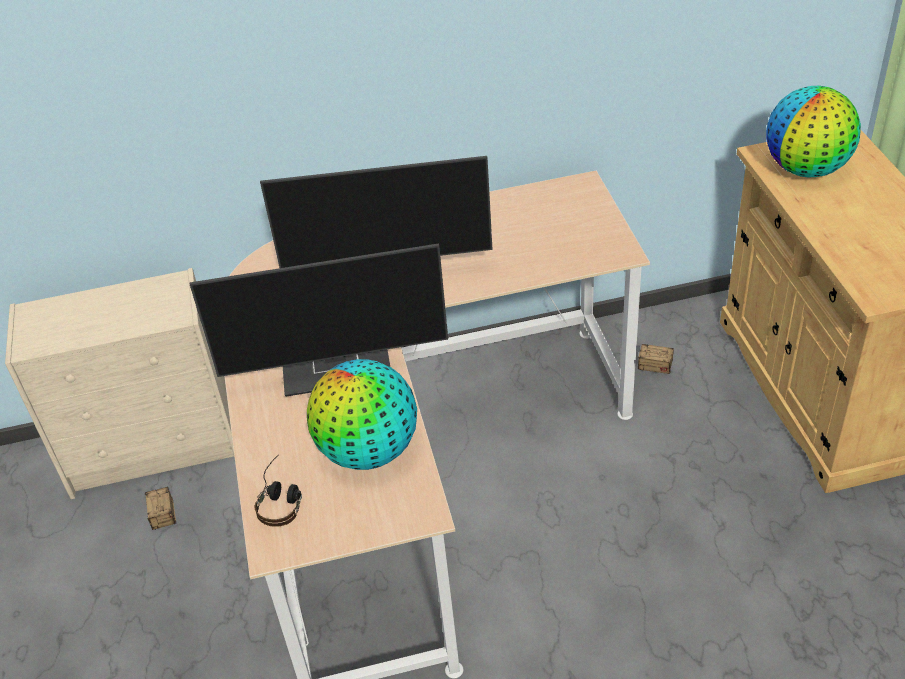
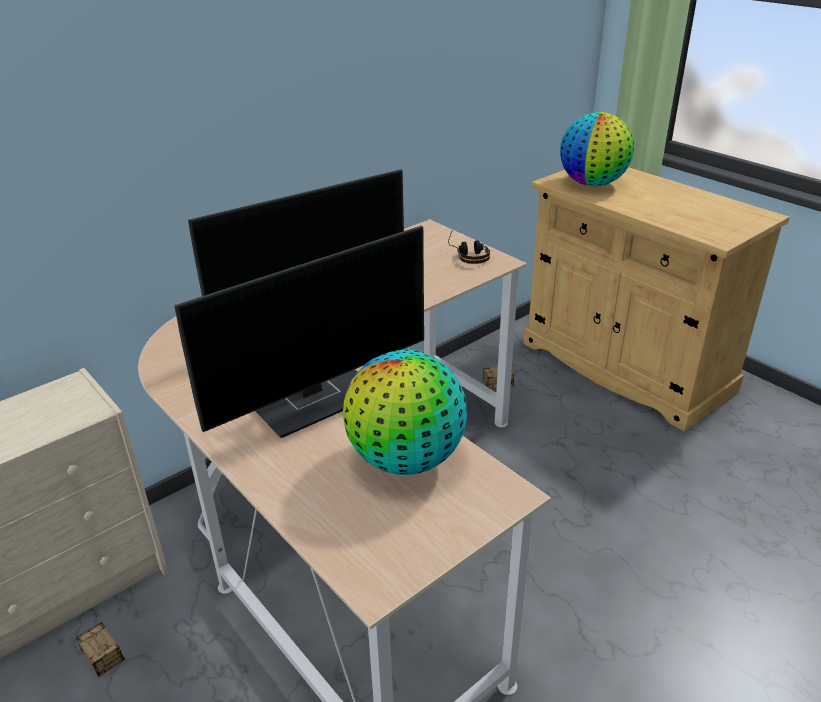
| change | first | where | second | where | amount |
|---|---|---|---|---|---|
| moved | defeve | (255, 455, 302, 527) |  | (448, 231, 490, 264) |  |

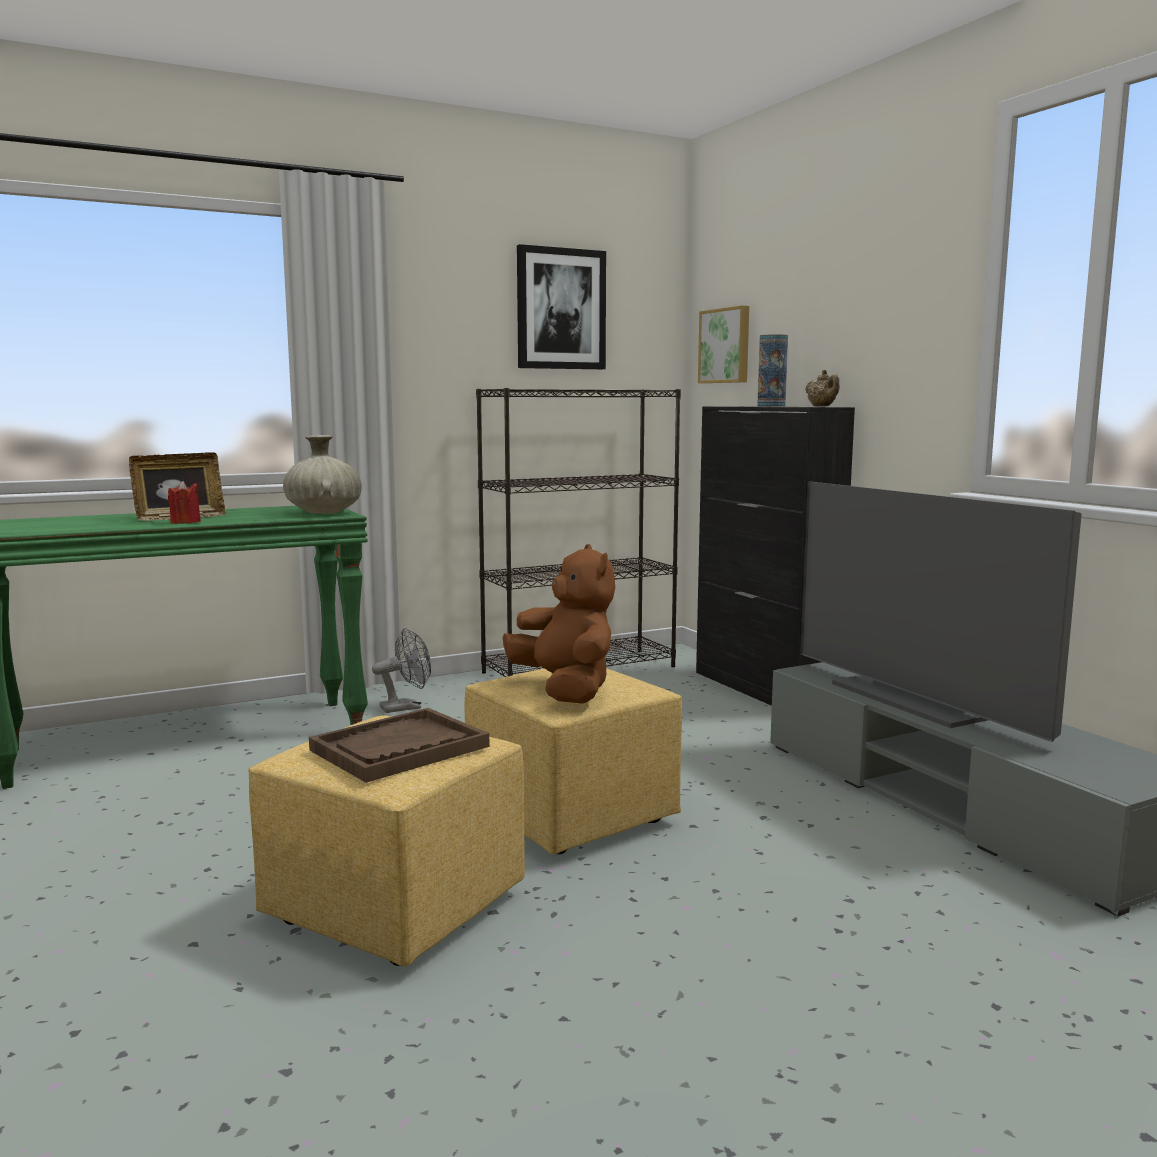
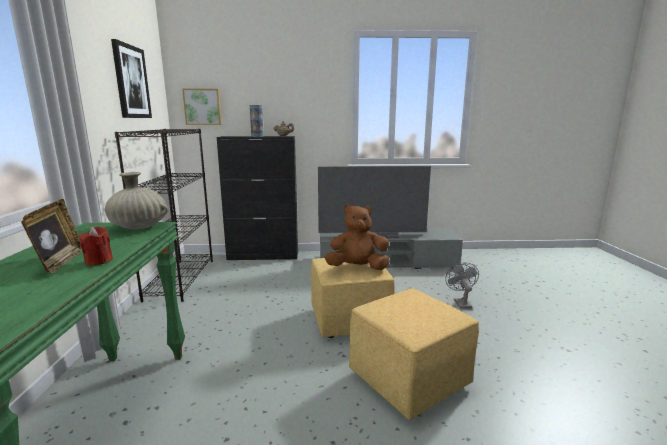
| change | first | where | second | where | amount |
|---|---|---|---|---|---|
| removed | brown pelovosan | (309, 708, 490, 783) |  |  |  |
| moved | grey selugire | (372, 628, 431, 713) |  | (445, 263, 479, 309) |  |

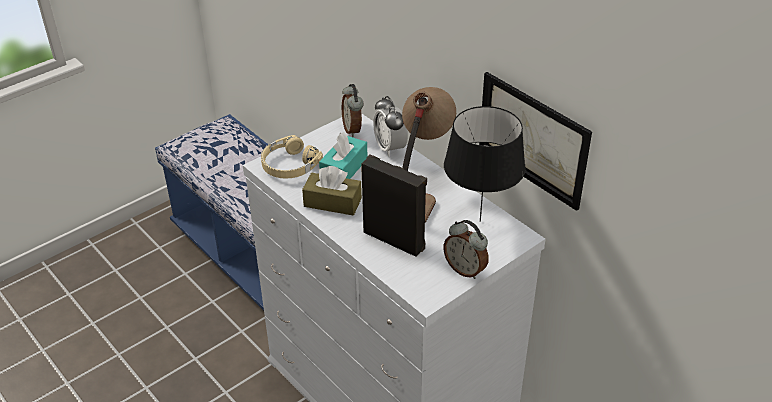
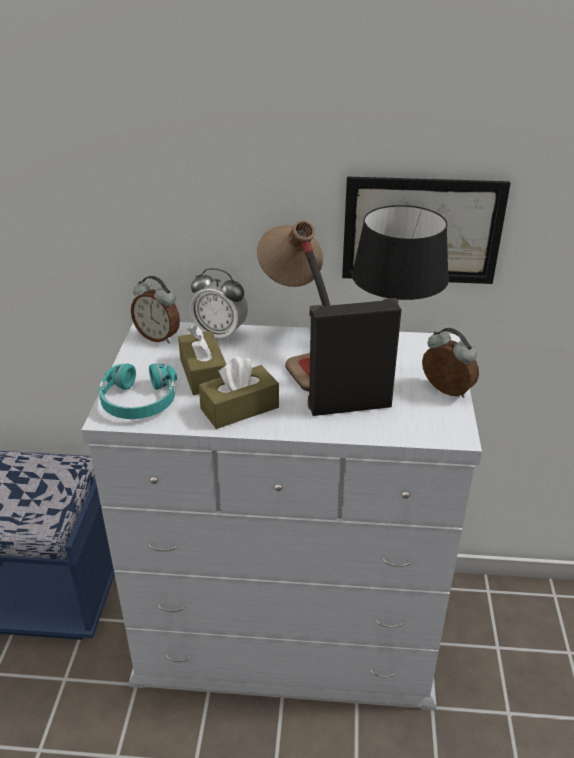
| change | first | where | second | where | amount |
|---|---|---|---|---|---|
| recoloured | beige defeve | (261, 135, 323, 179) | turquoise defeve | (99, 363, 177, 419) |  |
| recoloured | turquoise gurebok | (319, 132, 367, 179) | brown gurebok | (178, 325, 226, 395) |  |
| turned | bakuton | (443, 220, 489, 279) |  | (422, 328, 479, 398) | 135 degrees counterclockwise |

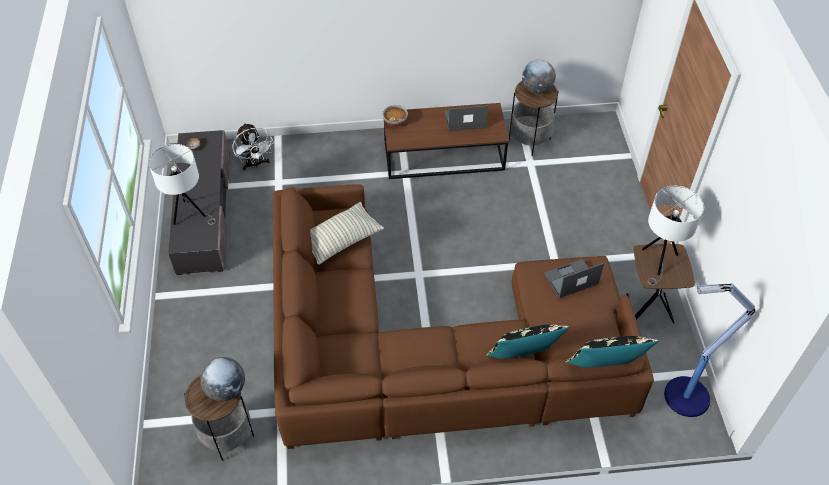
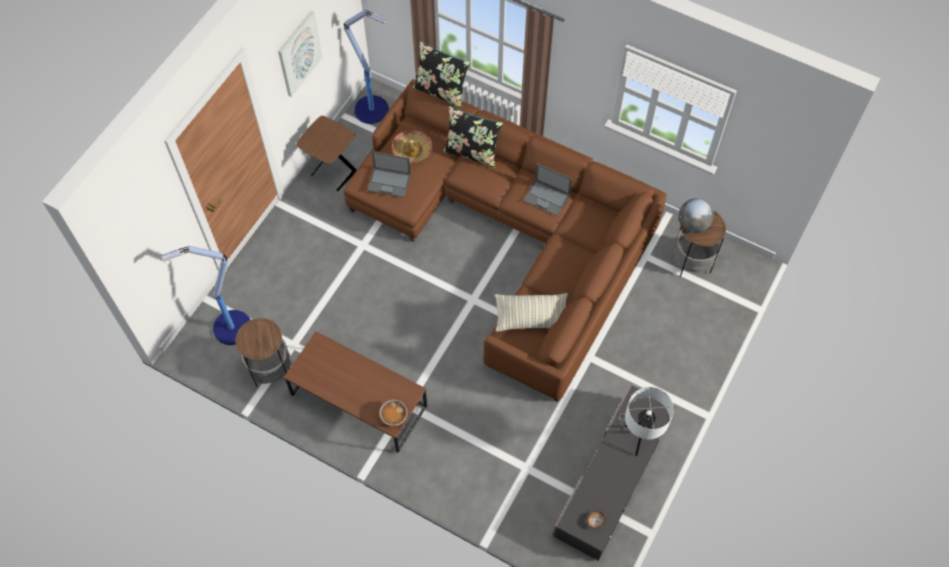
| change | first | where | second | where | amount |
|---|---|---|---|---|---|
| removed | white selugire | (232, 123, 274, 170) |  |  |  |
| moved | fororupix | (444, 105, 488, 131) |  | (523, 163, 572, 216) |  |
| removed | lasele | (522, 60, 556, 94) |  |  |  |
| removed | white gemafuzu | (642, 186, 704, 285) |  |  |  |
| added |  |  | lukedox | (161, 246, 250, 345) |  |
| added |  |  | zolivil | (278, 11, 323, 97) |  |
| added |  |  | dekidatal | (392, 130, 432, 164) |  |

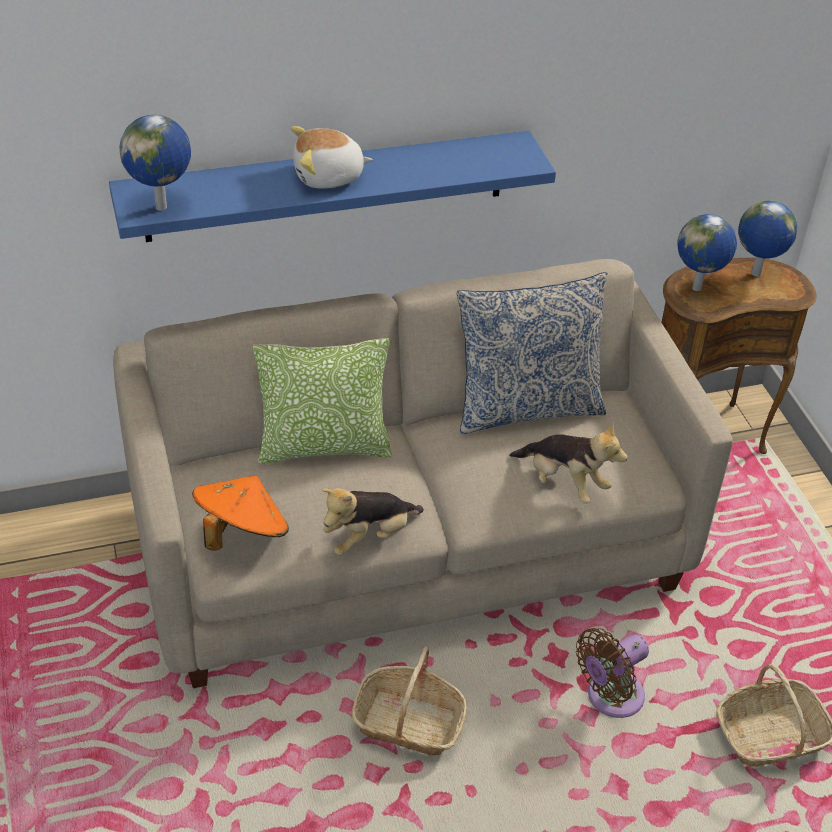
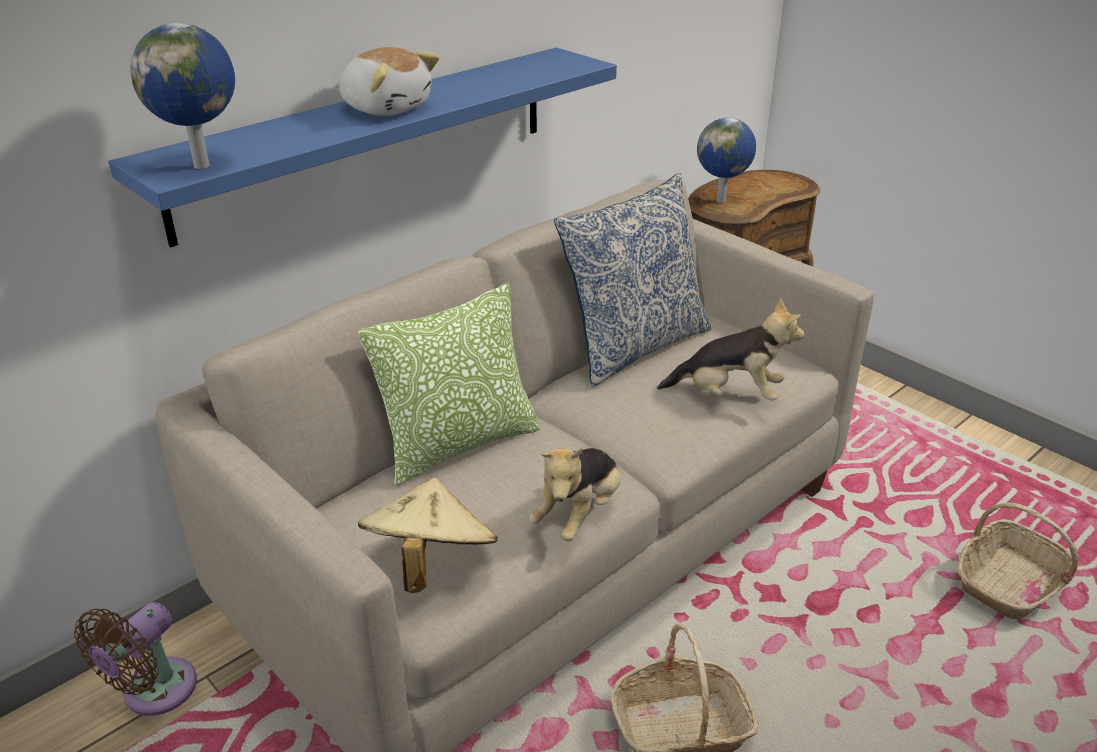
| change | first | where | second | where | amount |
|---|---|---|---|---|---|
| recoloured | orange dekidatal | (192, 476, 289, 551) | beige dekidatal | (358, 477, 498, 593) |  |
| turned | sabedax | (291, 126, 373, 189) |  | (339, 47, 440, 116) | 105 degrees counterclockwise |
| moved | brown selugire | (576, 628, 649, 718) |  | (74, 602, 197, 716) |  |
| removed | lasele | (738, 201, 797, 277) |  |  |  |

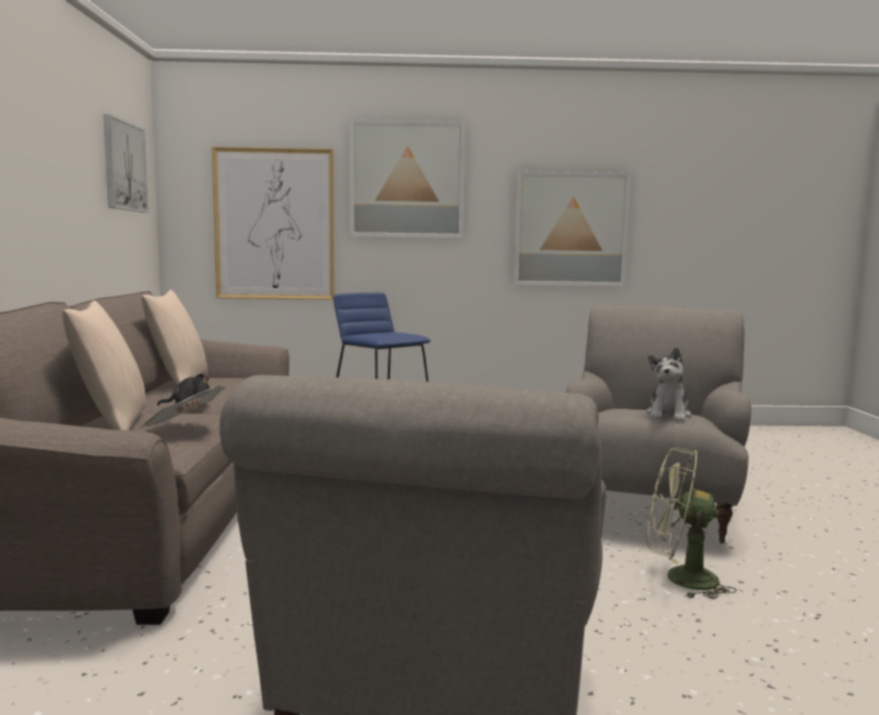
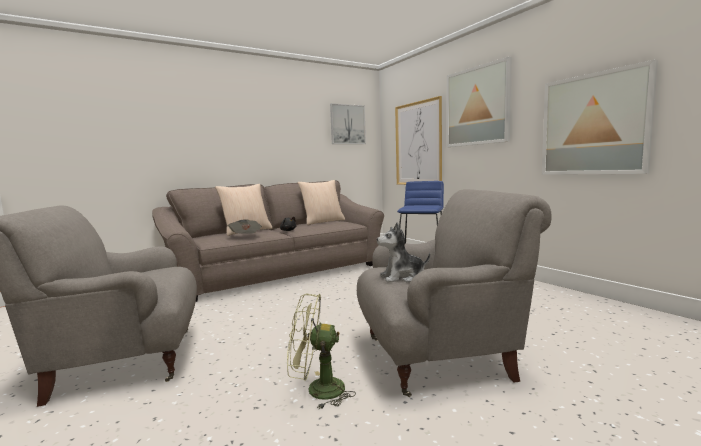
| change | first | where | second | where | amount |
|---|---|---|---|---|---|
| turned | green selugire | (647, 447, 737, 599) |  | (287, 293, 356, 409) | 75 degrees counterclockwise |

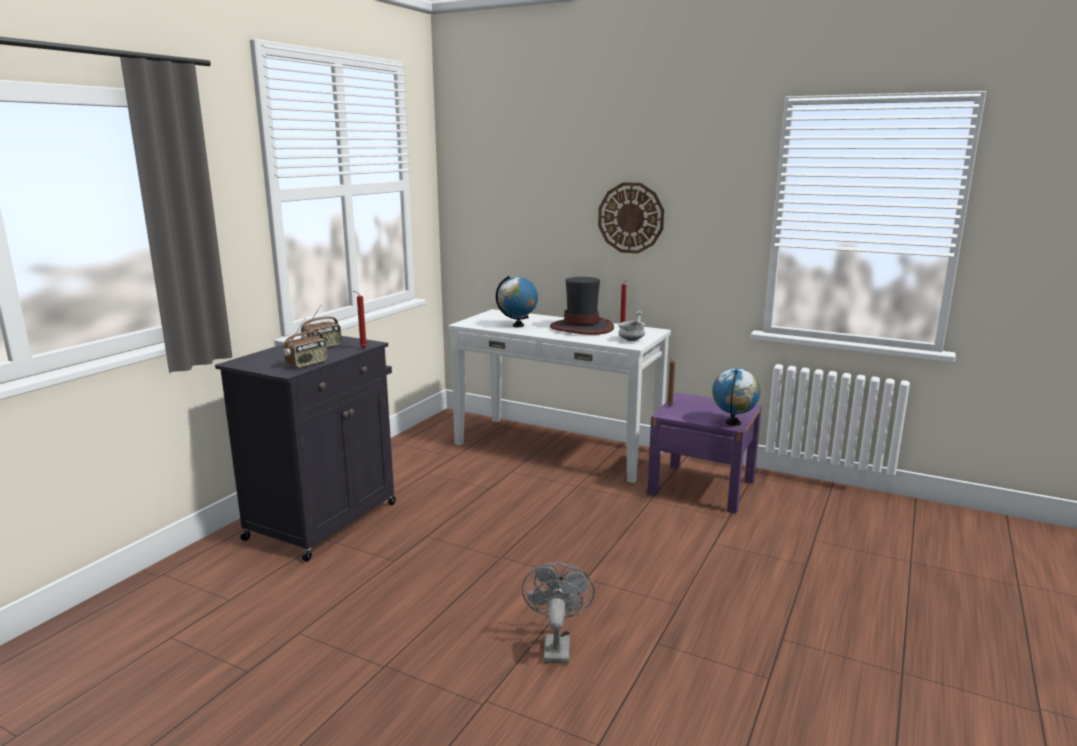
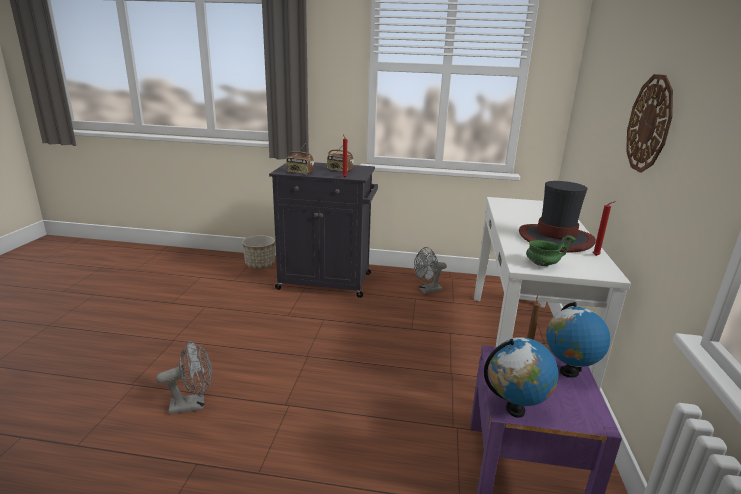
| change | first | where | second | where | amount |
|---|---|---|---|---|---|
| moved | lasele | (496, 276, 538, 327) |  | (546, 302, 610, 378) |  |
| recoloured | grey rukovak | (618, 311, 645, 341) | green rukovak | (526, 235, 576, 266) |  |
| added |  |  | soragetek | (242, 235, 275, 269) |  |
| added |  |  | grey selugire | (414, 247, 447, 294) |  |

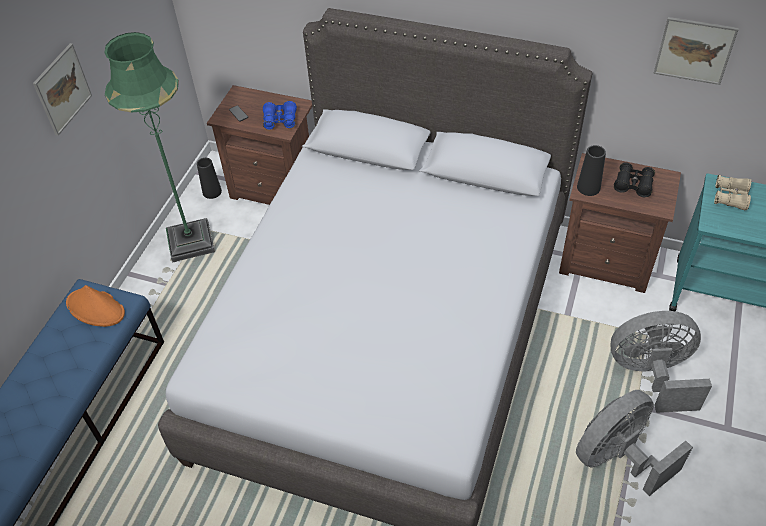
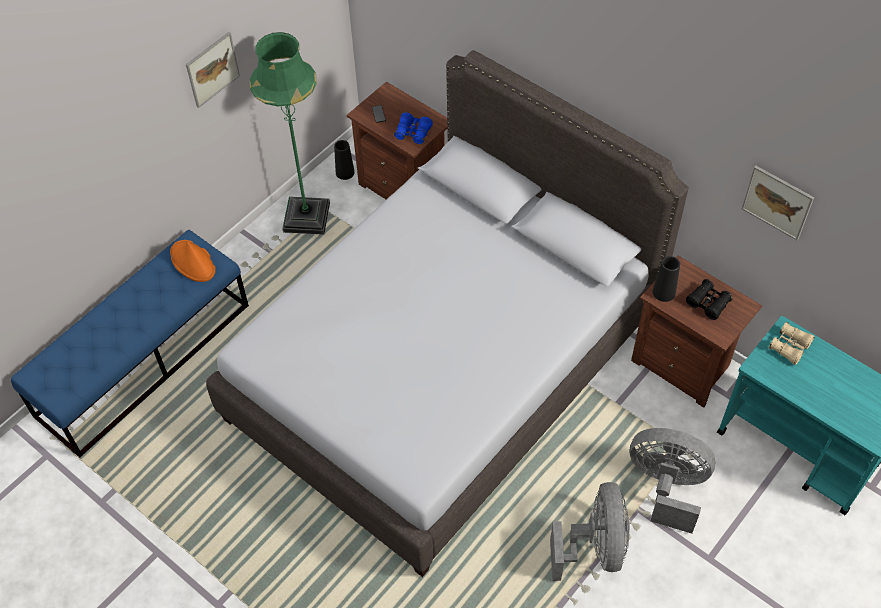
| change | first | where | second | where | amount |
|---|---|---|---|---|---|
| turned | grey selugire | (576, 390, 693, 496) |  | (550, 482, 630, 581) | 105 degrees clockwise |

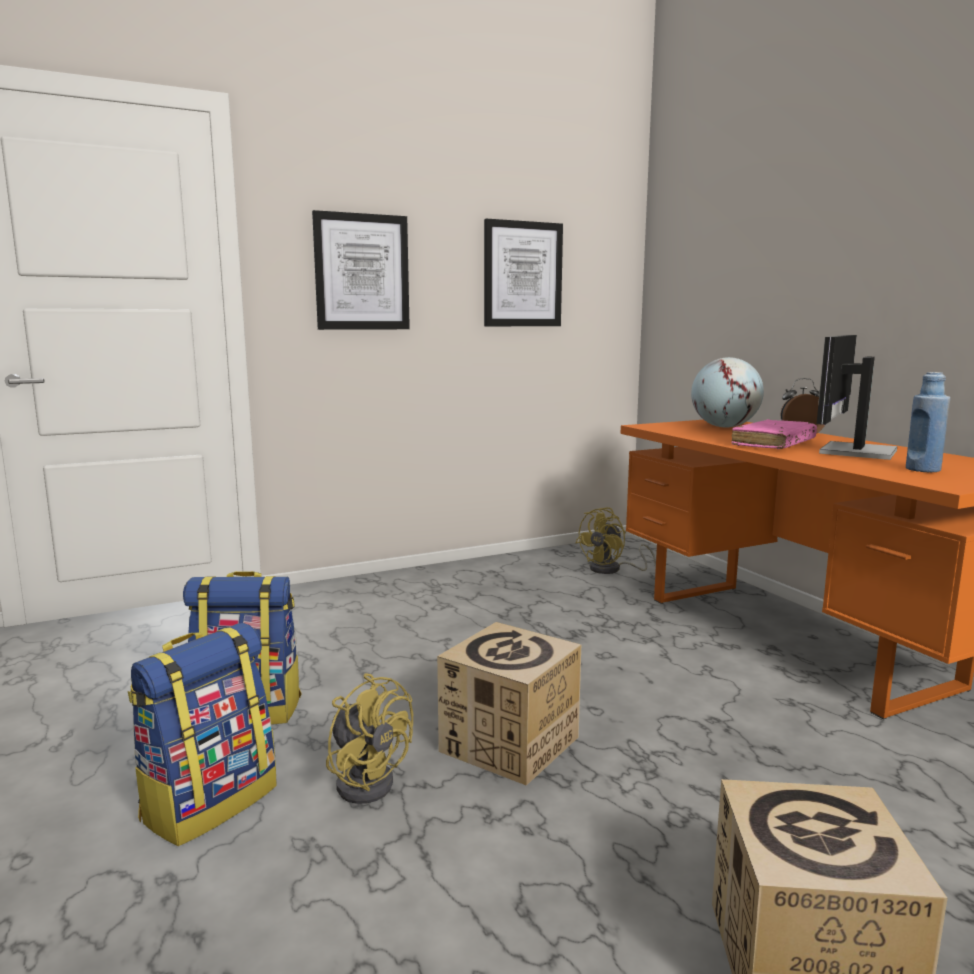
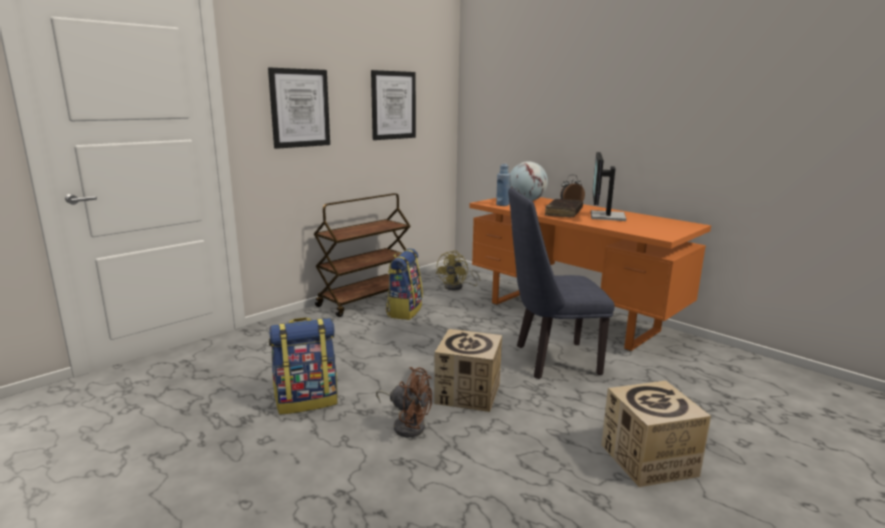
| change | first | where | second | where | amount |
|---|---|---|---|---|---|
| moved | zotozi | (128, 623, 277, 846) |  | (386, 248, 423, 320) |  |
| recoloured | yellow selugire | (326, 673, 413, 804) | brown selugire | (376, 367, 432, 437) |  |
| recoloured | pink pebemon | (732, 419, 817, 449) | brown pebemon | (545, 199, 583, 218) |  |
| moved | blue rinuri | (906, 372, 950, 472) |  | (496, 164, 511, 206) |  |
| added |  |  | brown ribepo | (314, 193, 411, 317) |  |
| added |  |  | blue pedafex | (508, 188, 615, 379) |  |

